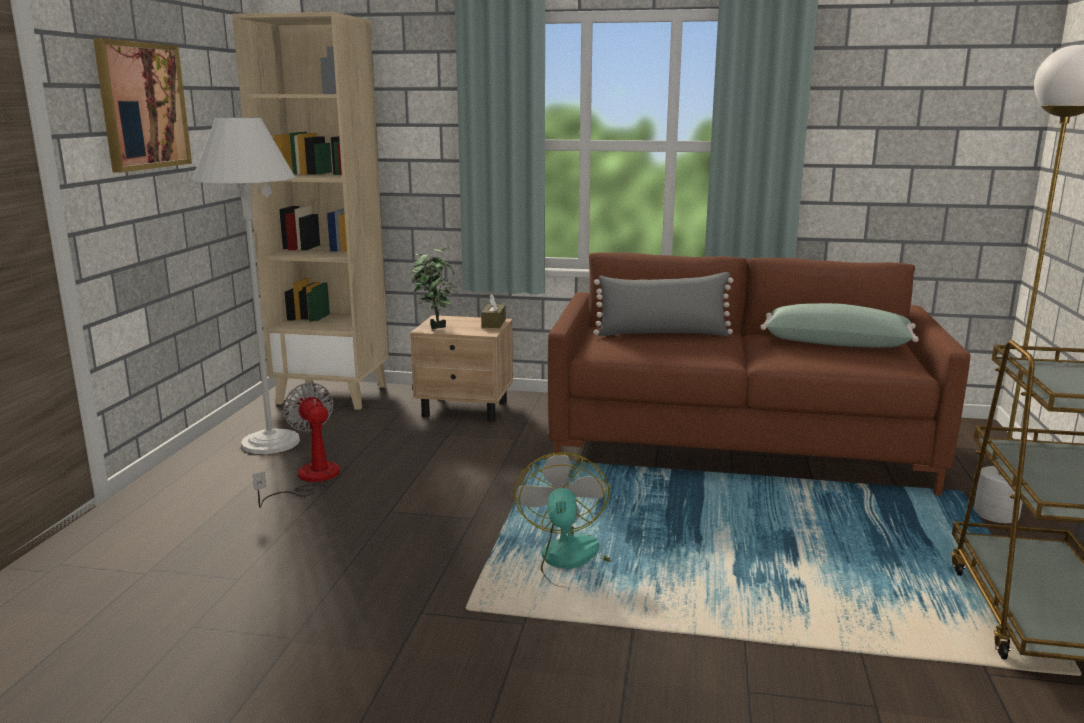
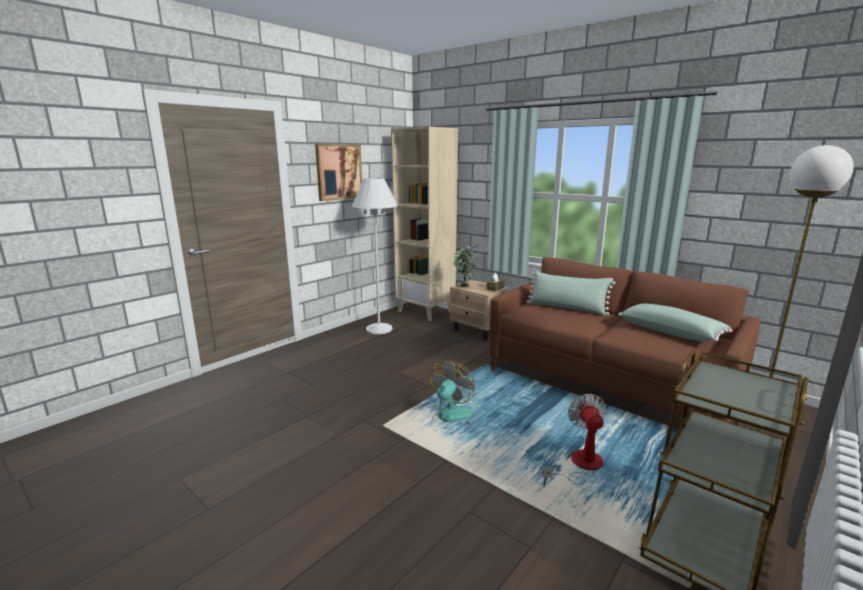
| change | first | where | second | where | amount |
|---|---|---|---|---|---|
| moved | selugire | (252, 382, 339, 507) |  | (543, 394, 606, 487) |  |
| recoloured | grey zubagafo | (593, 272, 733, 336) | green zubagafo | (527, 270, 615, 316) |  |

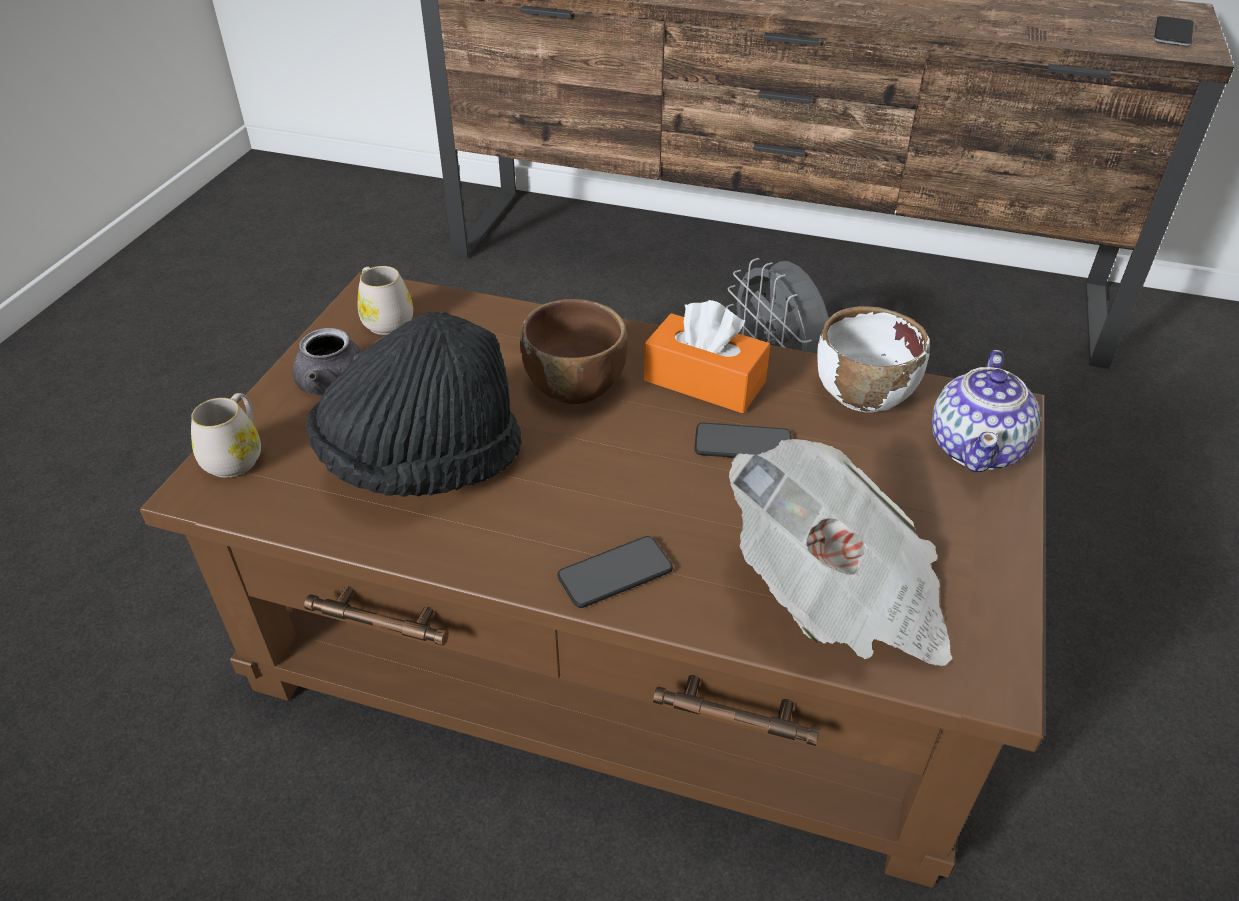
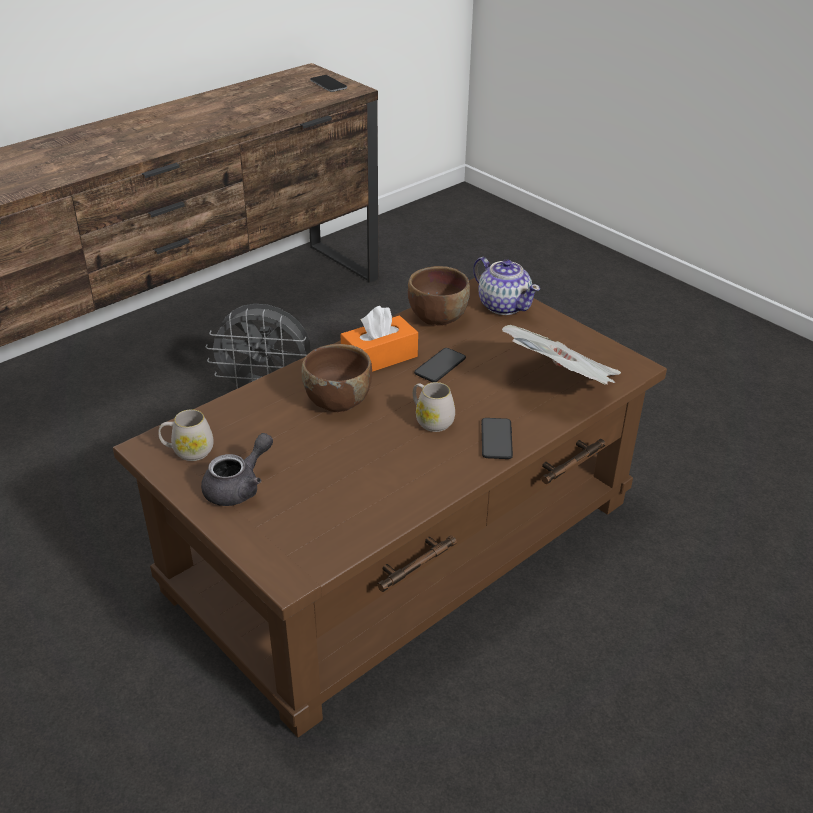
| change | first | where | second | where | amount |
|---|---|---|---|---|---|
| moved | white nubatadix | (191, 393, 261, 478) |  | (413, 382, 455, 432) |  |
| removed | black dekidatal | (306, 312, 522, 496) |  |  |  |
| recoloured | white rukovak | (817, 306, 930, 412) | brown rukovak | (408, 266, 470, 326) |  |

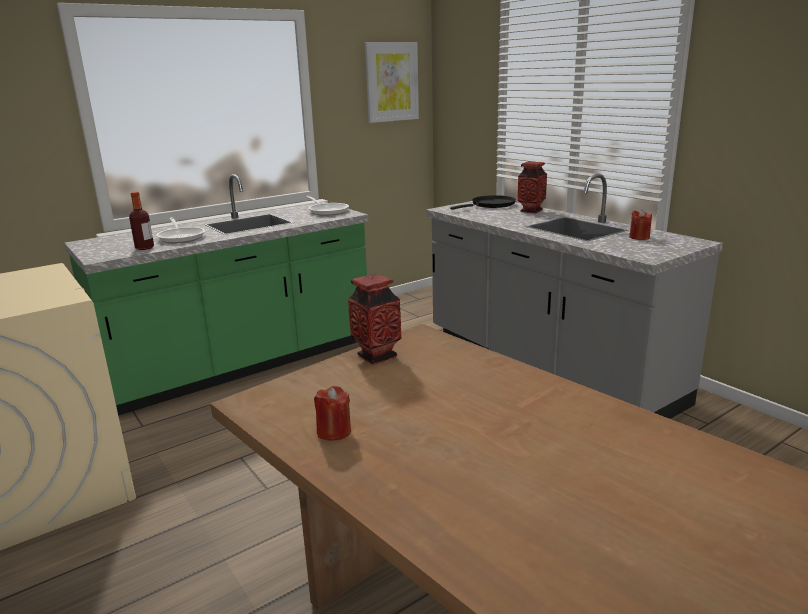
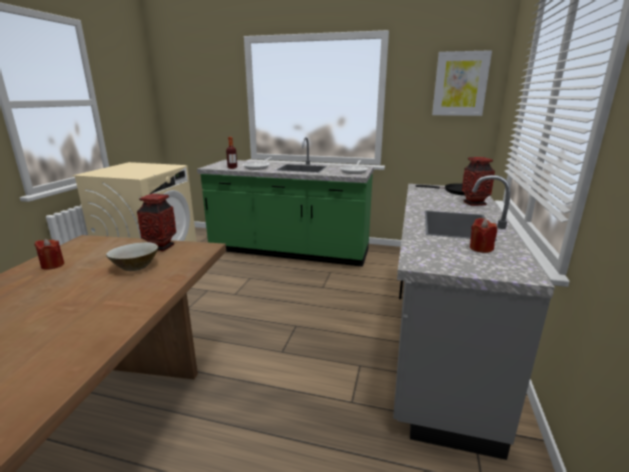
| change | first | where | second | where | amount |
|---|---|---|---|---|---|
| added |  |  | beige rukovak | (106, 242, 158, 271) |  |

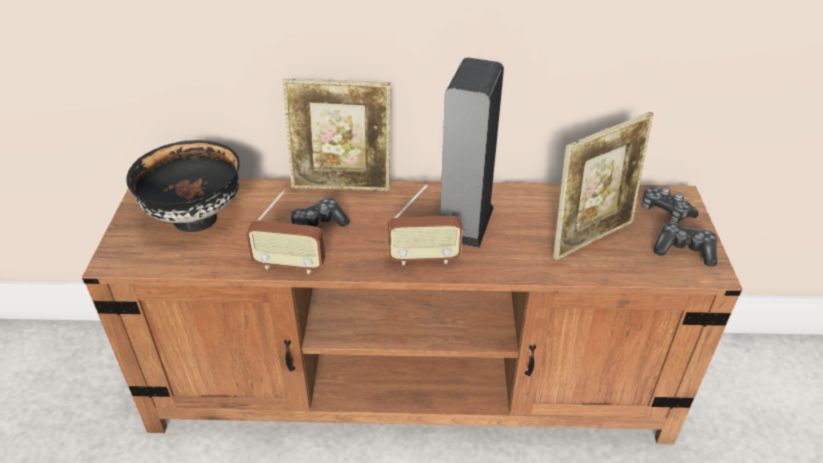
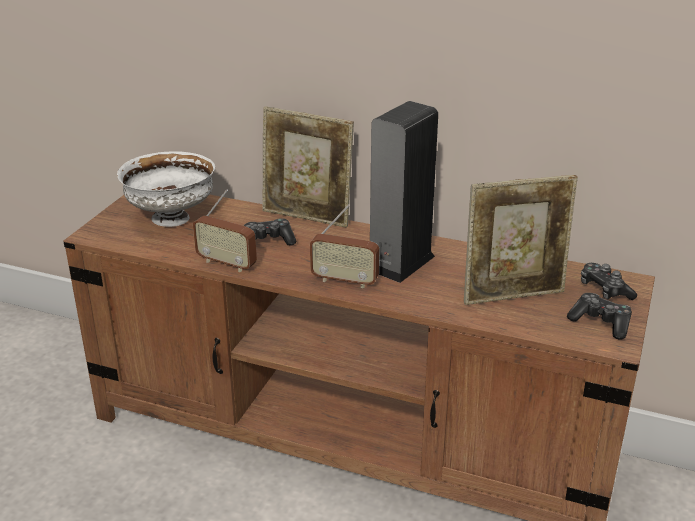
| change | first | where | second | where | amount |
|---|---|---|---|---|---|
| recoloured | black rukovak | (126, 140, 240, 232) | white rukovak | (117, 151, 215, 227) |  |

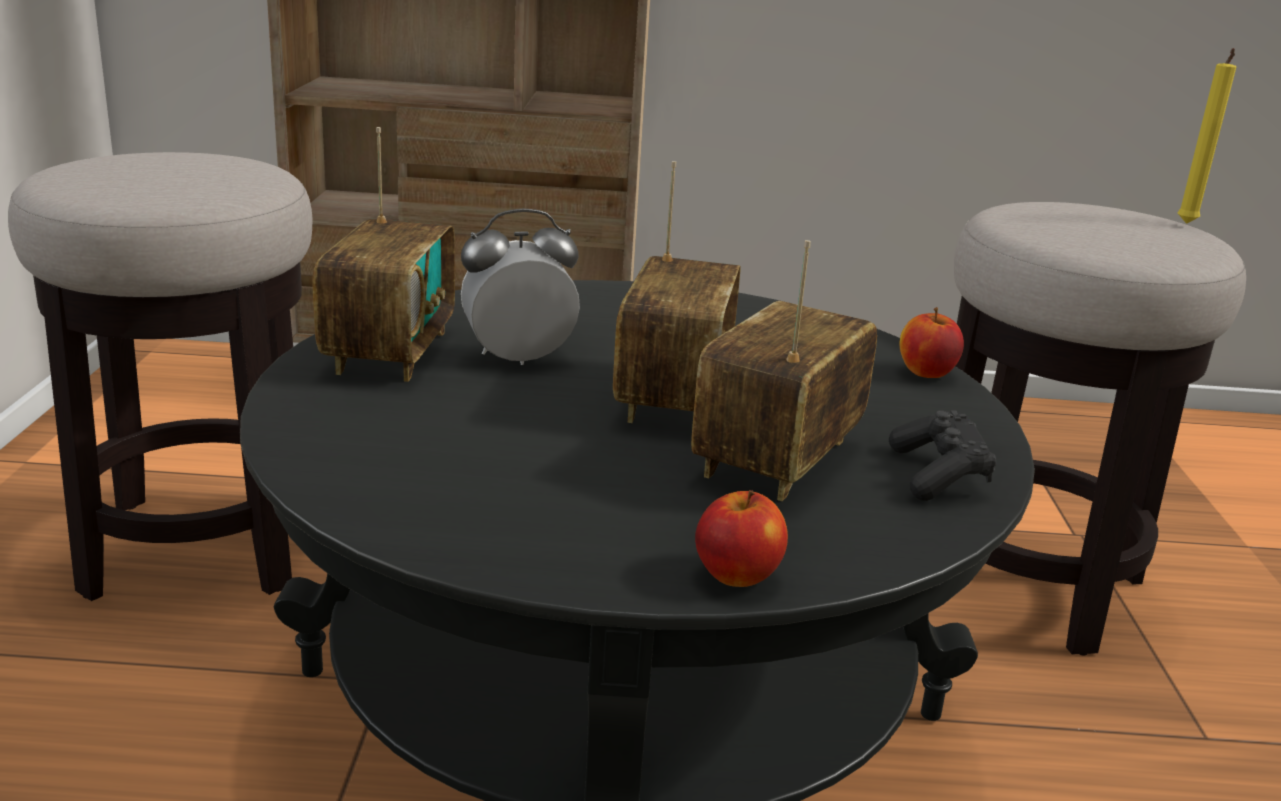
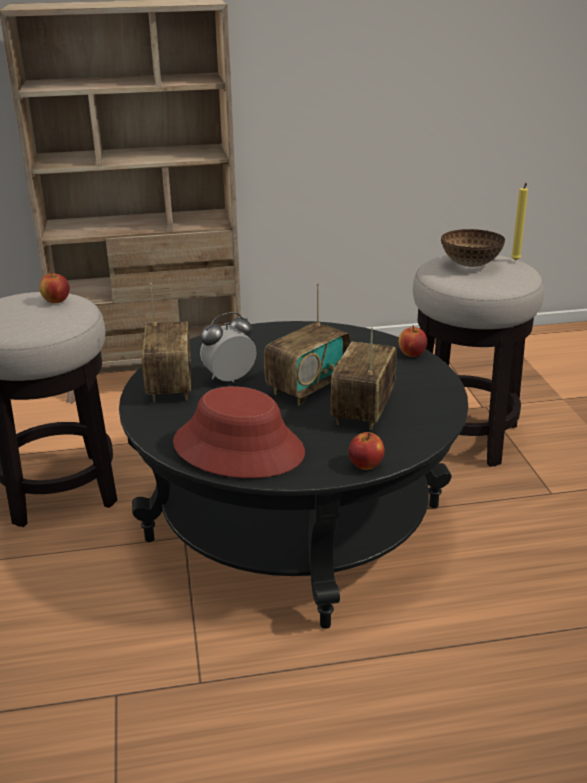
| change | first | where | second | where | amount |
|---|---|---|---|---|---|
| turned | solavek | (613, 161, 741, 423) |  | (264, 283, 350, 406) | 45 degrees clockwise |
| removed | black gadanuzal | (889, 410, 996, 501) |  |  |  |
| added |  |  | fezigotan | (39, 271, 70, 303) |  |
| added |  |  | red dekidatal | (173, 386, 305, 478) |  |
| added |  |  | rukovak | (441, 229, 505, 267) |  |

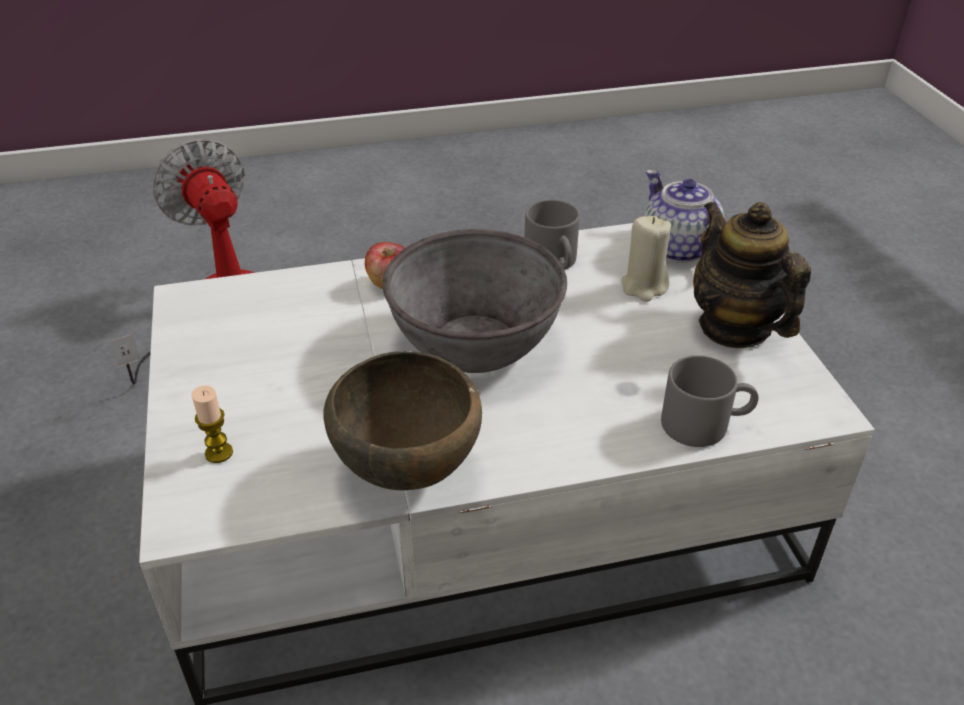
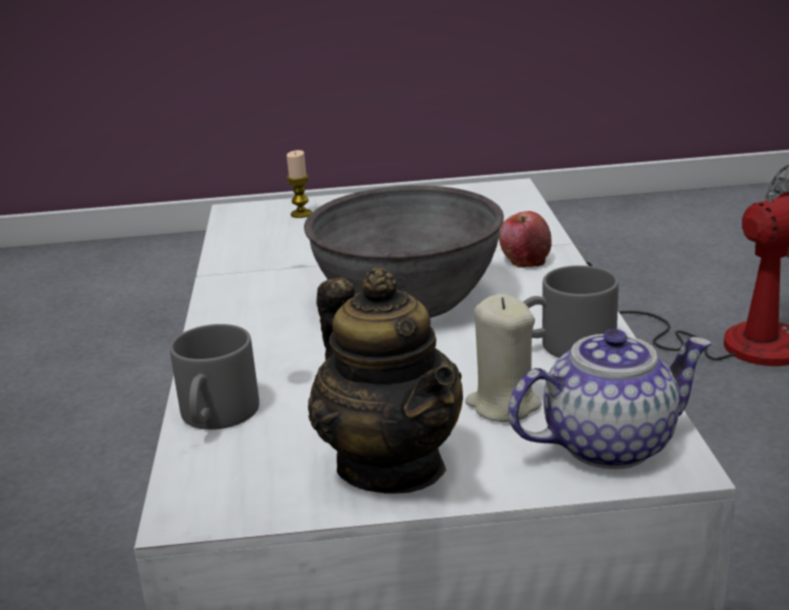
| change | first | where | second | where | amount |
|---|---|---|---|---|---|
| removed | brown rukovak | (324, 351, 482, 490) |  |  |  |
| turned | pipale | (693, 201, 811, 348) |  | (308, 268, 463, 494) | 75 degrees clockwise |

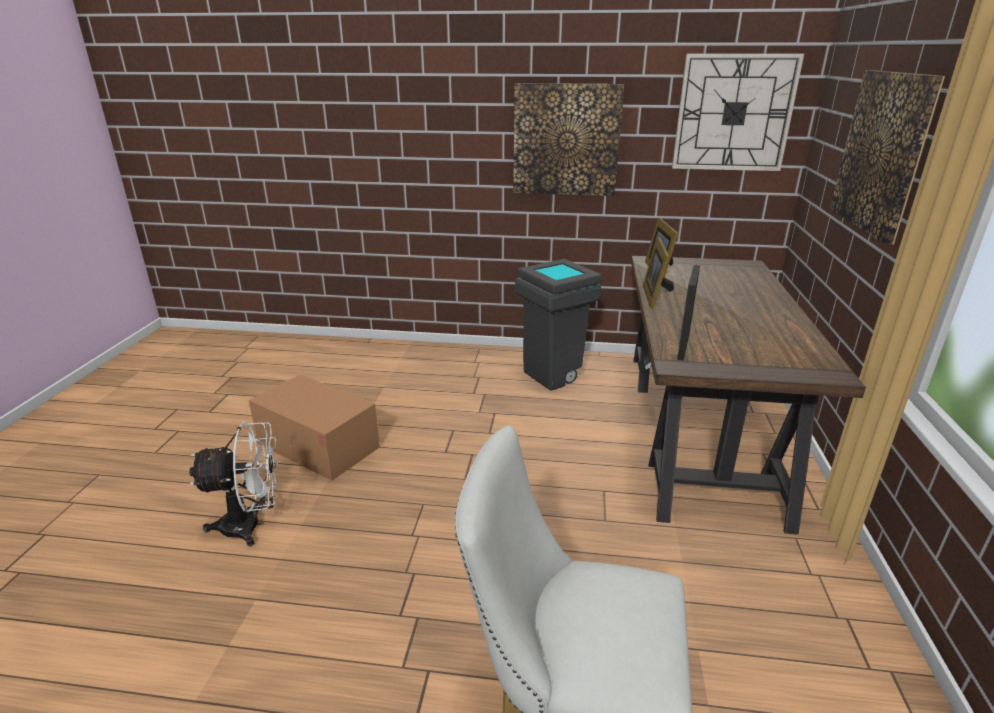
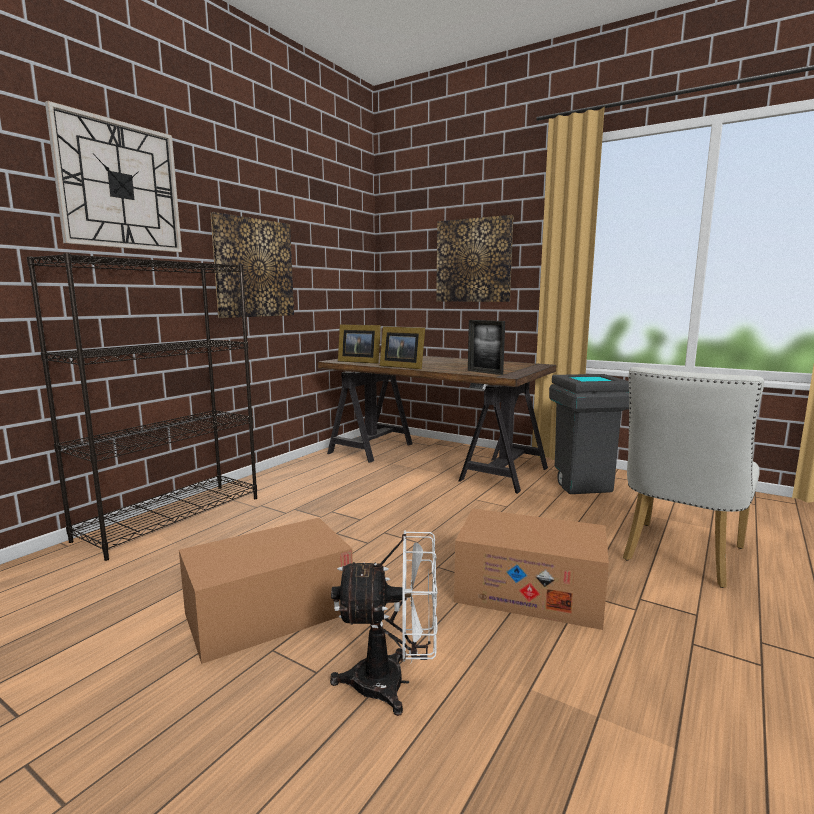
| change | first | where | second | where | amount |
|---|---|---|---|---|---|
| turned | white selugire | (189, 422, 279, 547) |  | (330, 530, 438, 716) | 75 degrees clockwise |
| moved | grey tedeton | (515, 259, 602, 391) |  | (549, 374, 629, 494) |  |
| moved | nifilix | (672, 53, 804, 171) |  | (45, 101, 182, 252) |  |
| added |  |  | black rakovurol | (27, 253, 257, 561) |  |
| added |  |  | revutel | (454, 508, 609, 630) |  |

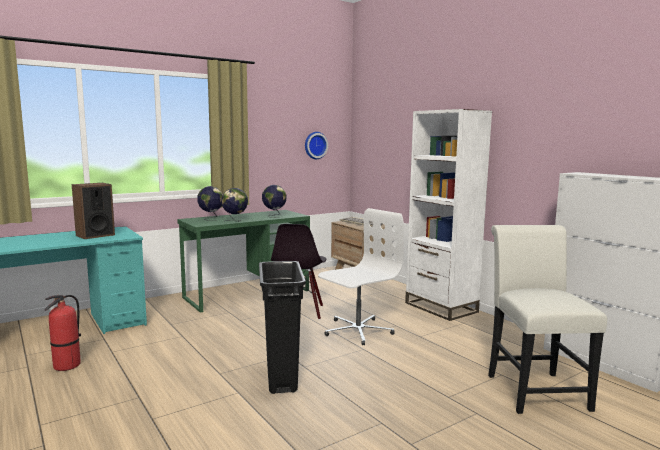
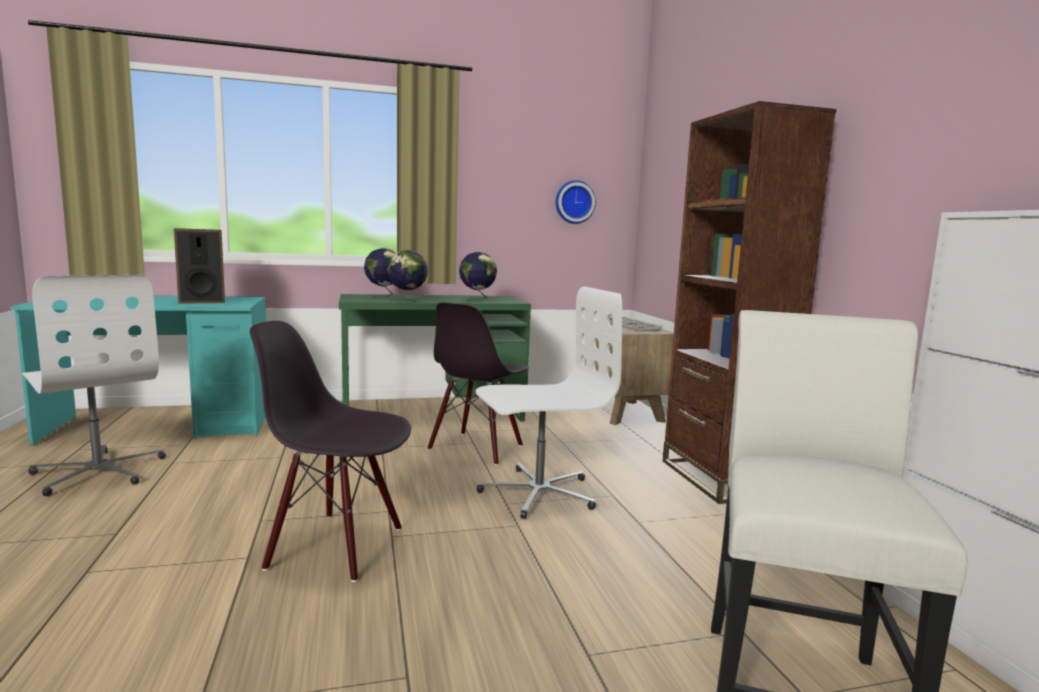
| change | first | where | second | where | amount |
|---|---|---|---|---|---|
| replaced | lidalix | (44, 295, 81, 371) | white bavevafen | (22, 275, 166, 496) |  |
| replaced | black tedeton | (259, 261, 306, 394) | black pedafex | (250, 321, 411, 582) |  |
| recoloured | white rakovurol | (405, 109, 492, 321) | brown rakovurol | (663, 101, 836, 504) |  |

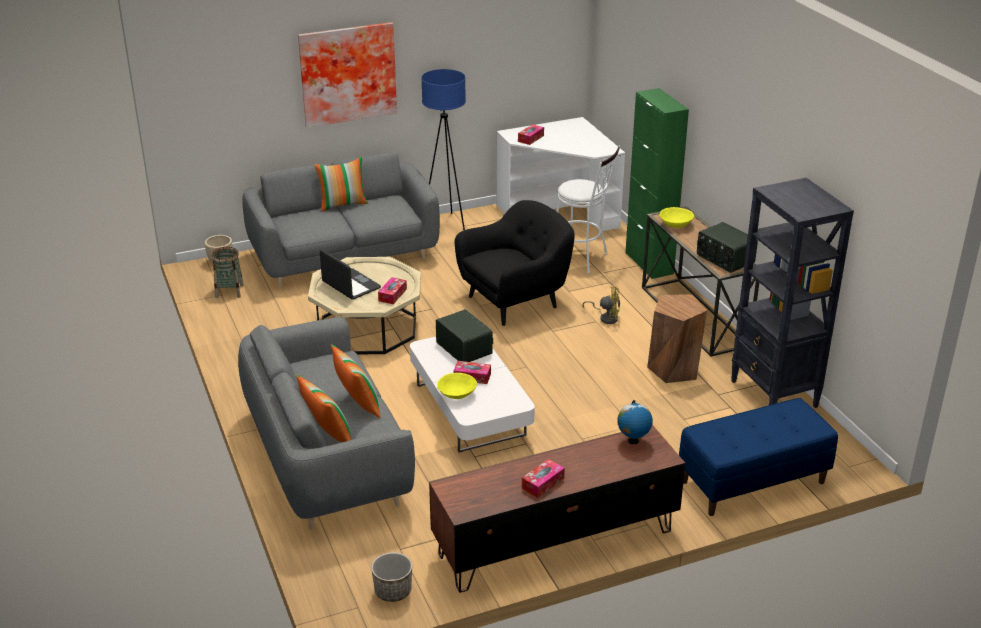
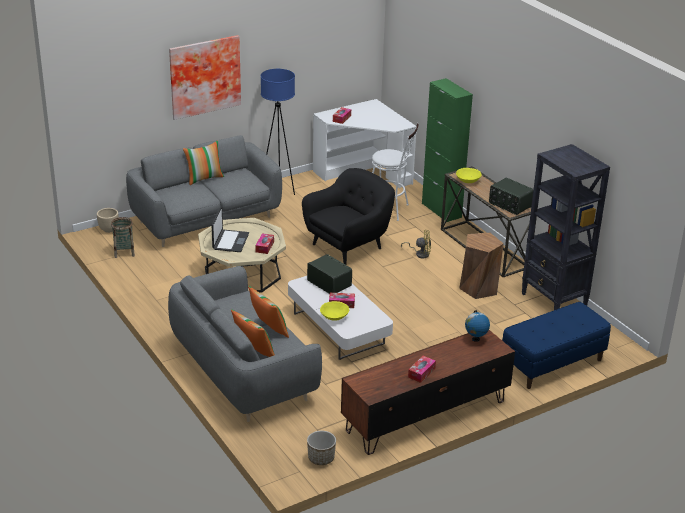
| change | first | where | second | where | amount |
|---|---|---|---|---|---|
| turned | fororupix | (320, 249, 381, 300) |  | (211, 206, 249, 252) | 60 degrees clockwise |

